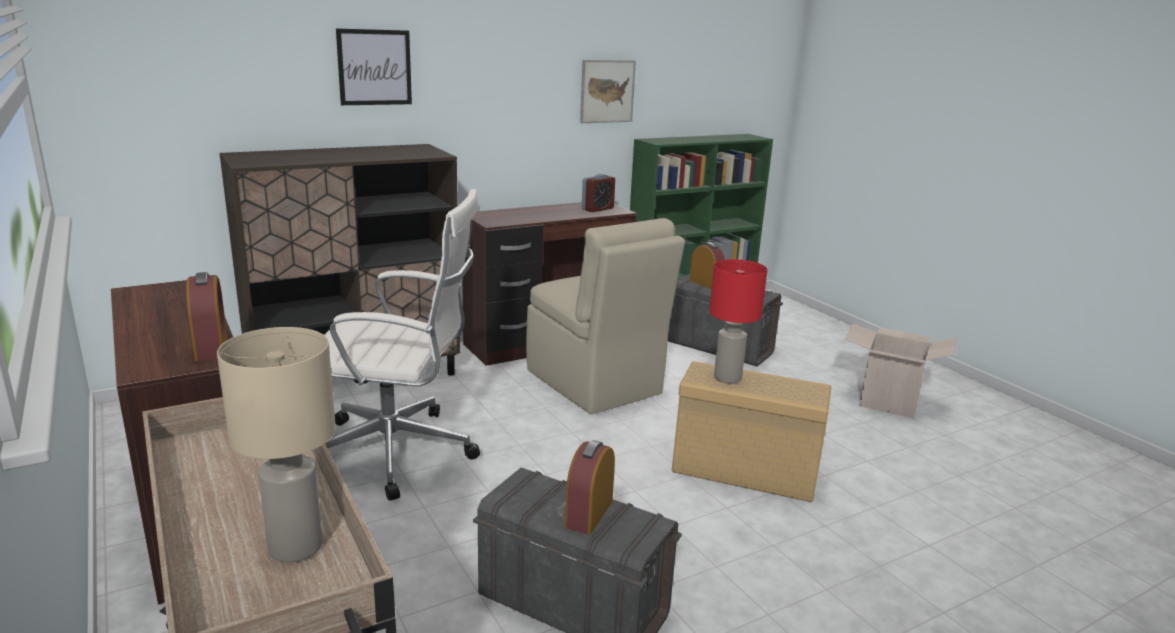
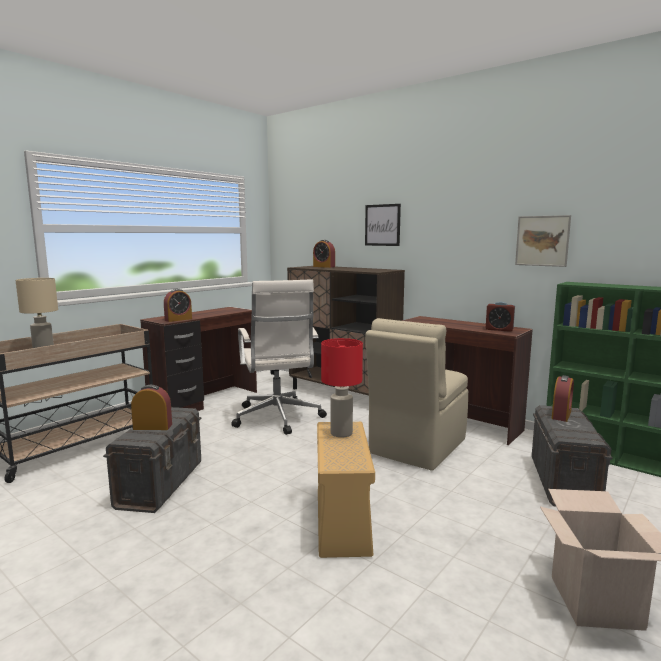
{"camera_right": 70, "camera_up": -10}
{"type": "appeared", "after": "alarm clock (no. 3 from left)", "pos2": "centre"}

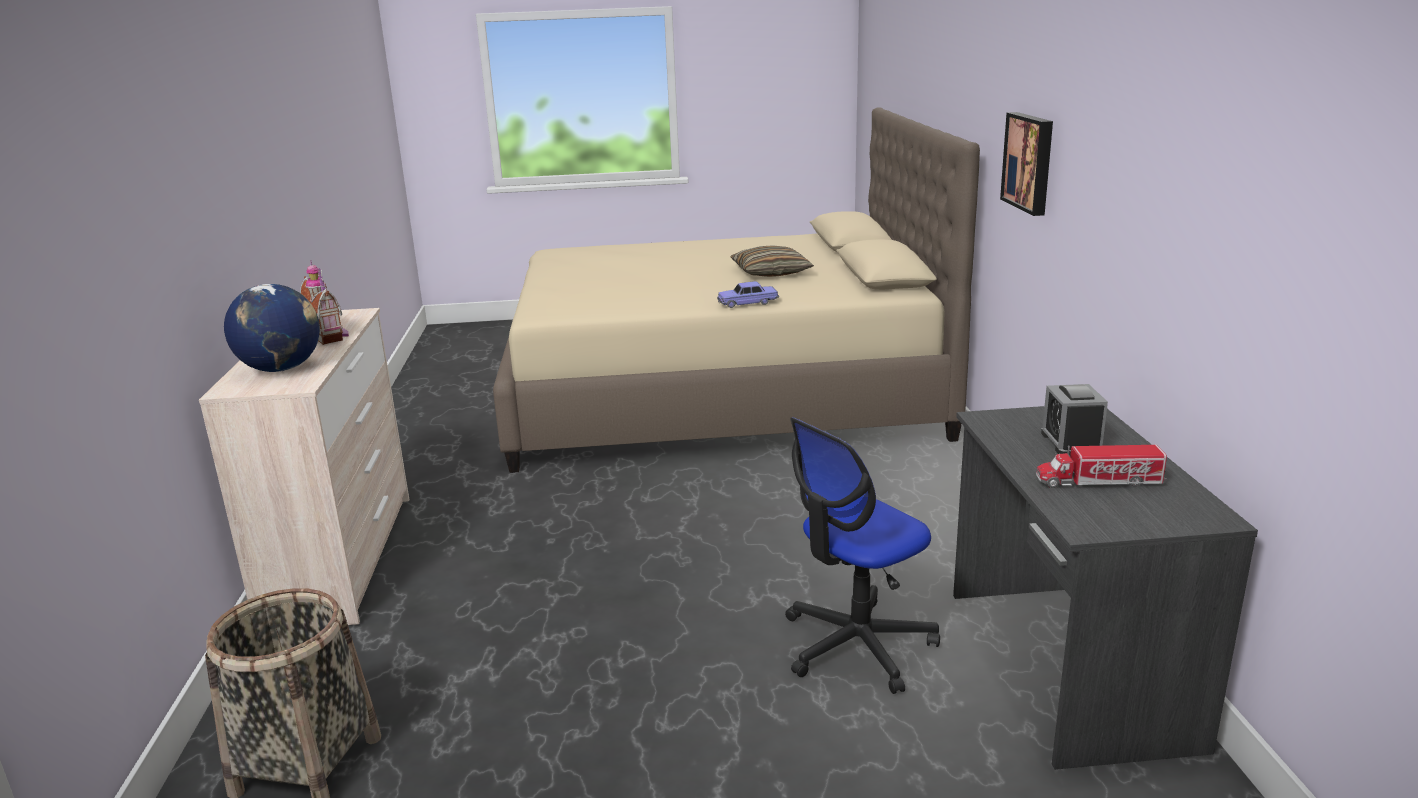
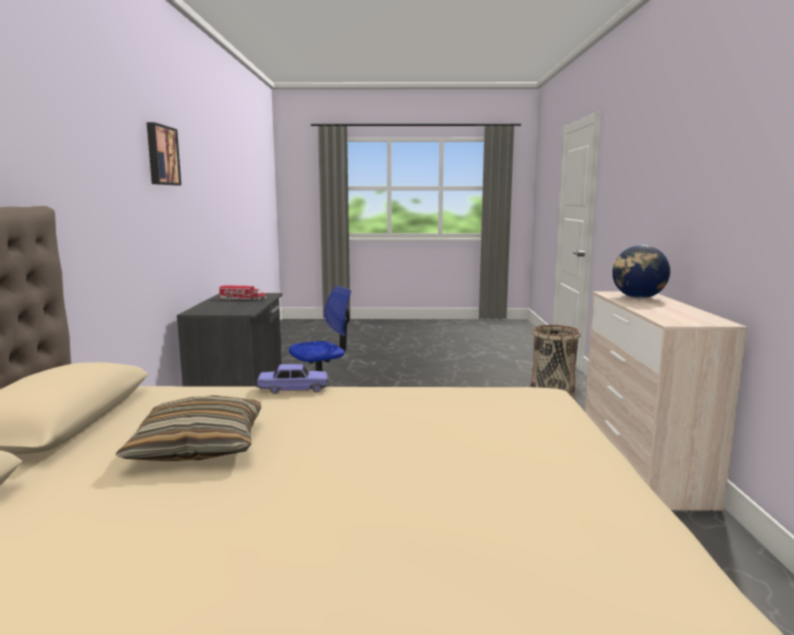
{"camera_right": -175, "camera_up": -10}
{"type": "relocated", "before": "picture", "pos1": "top right", "pos2": "top left"}
{"type": "missing", "before": "toy house", "pos1": "middle left"}
{"type": "missing", "before": "alarm clock", "pos1": "middle right"}

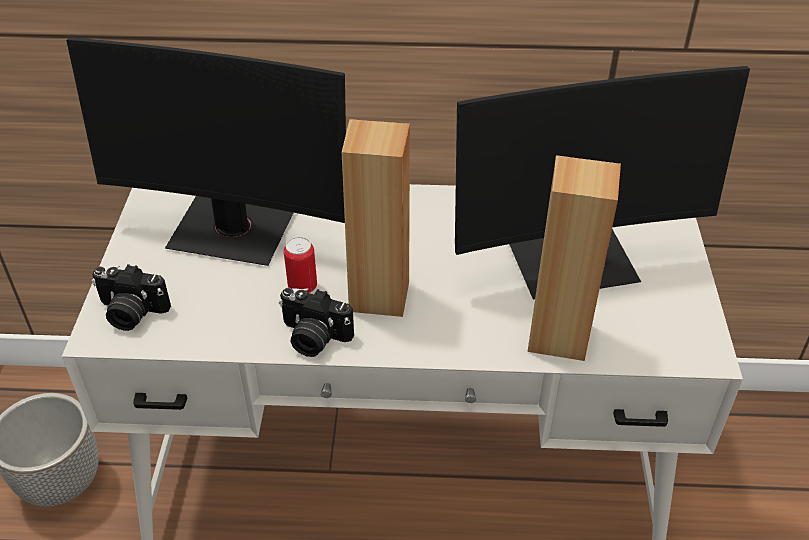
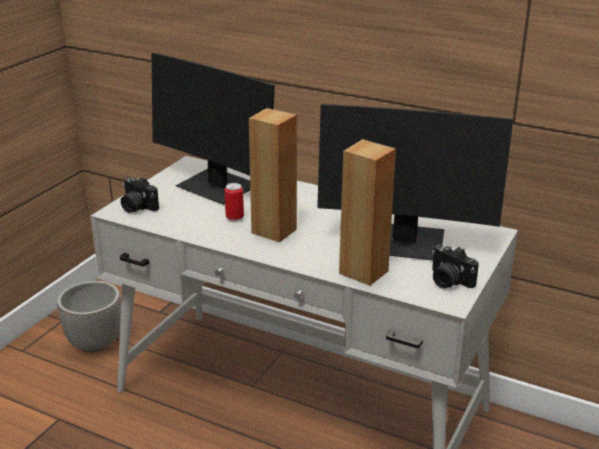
{"camera_right": 25, "camera_up": -15}
{"type": "relocated", "before": "photo camera (no. 2 from left)", "pos1": "centre", "pos2": "middle right"}

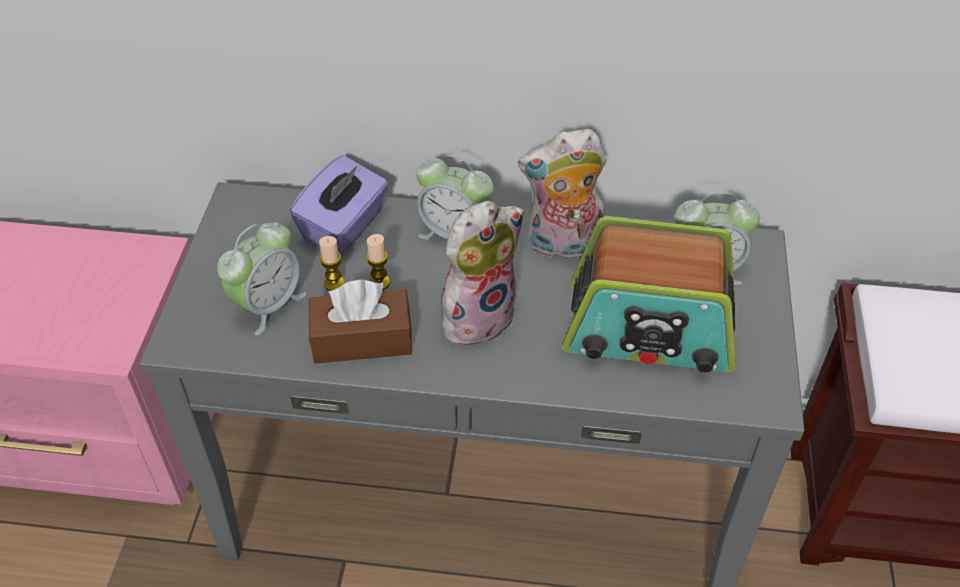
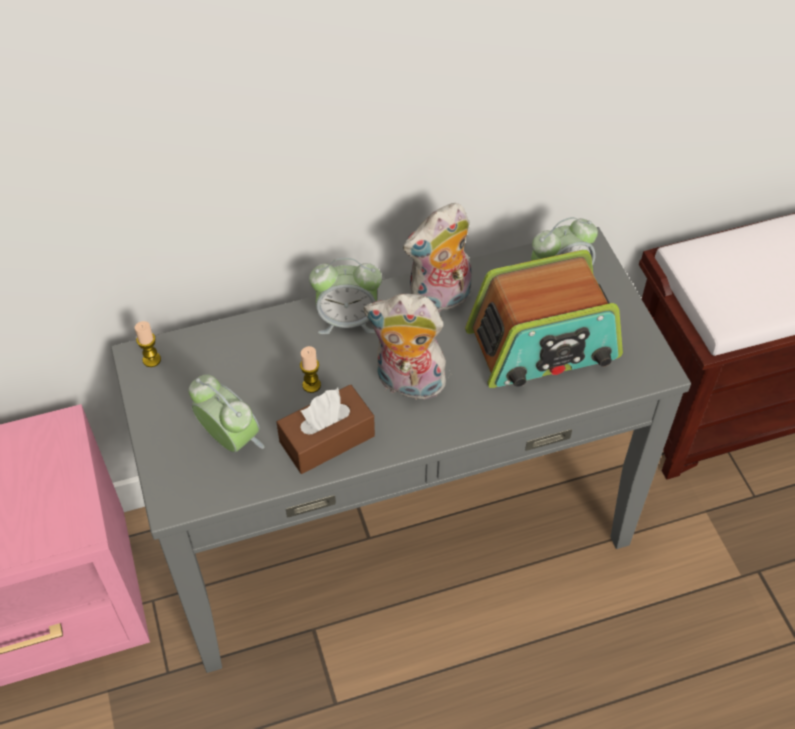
{"camera_right": -25, "camera_up": 5}
{"type": "relocated", "before": "candle (no. 1 from left)", "pos1": "centre", "pos2": "middle left"}
{"type": "spun", "before": "alarm clock (no. 1 from left)", "pos1": "middle left", "pos2": "middle left", "turn": -60}
{"type": "spun", "before": "plush toy (no. 1 from left)", "pos1": "centre", "pos2": "centre", "turn": -105}
{"type": "missing", "before": "tissue box/purple", "pos1": "centre"}

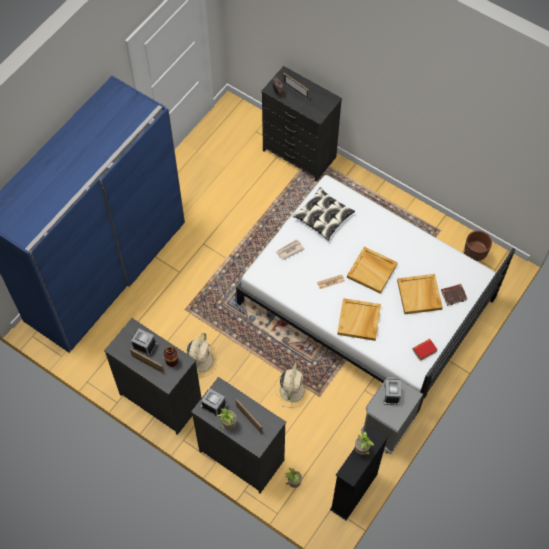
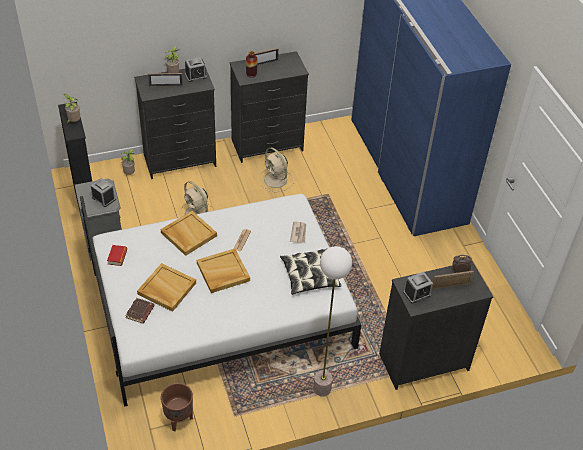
{"camera_right": 125, "camera_up": -15}
{"type": "appeared", "after": "floor lamp", "pos2": "bottom centre"}
{"type": "relocated", "before": "alarm clock (no. 1 from left in the first image)", "after": "alarm clock (no. 3 from left)", "pos1": "middle left", "pos2": "middle right"}

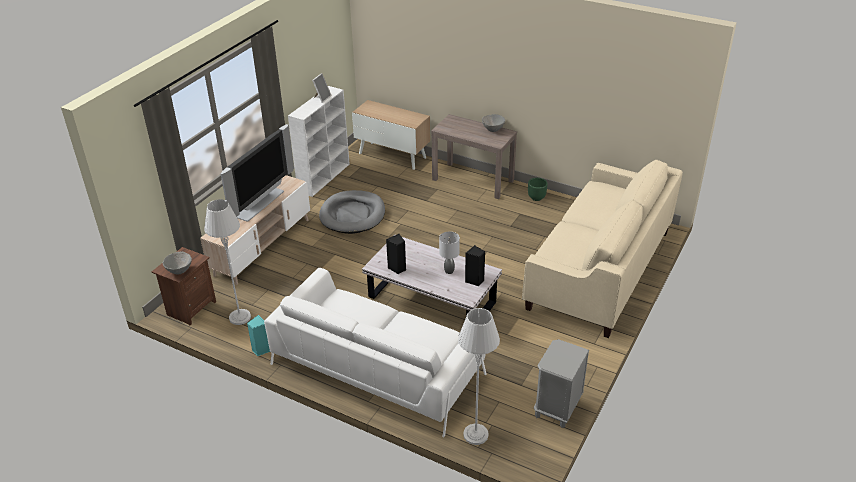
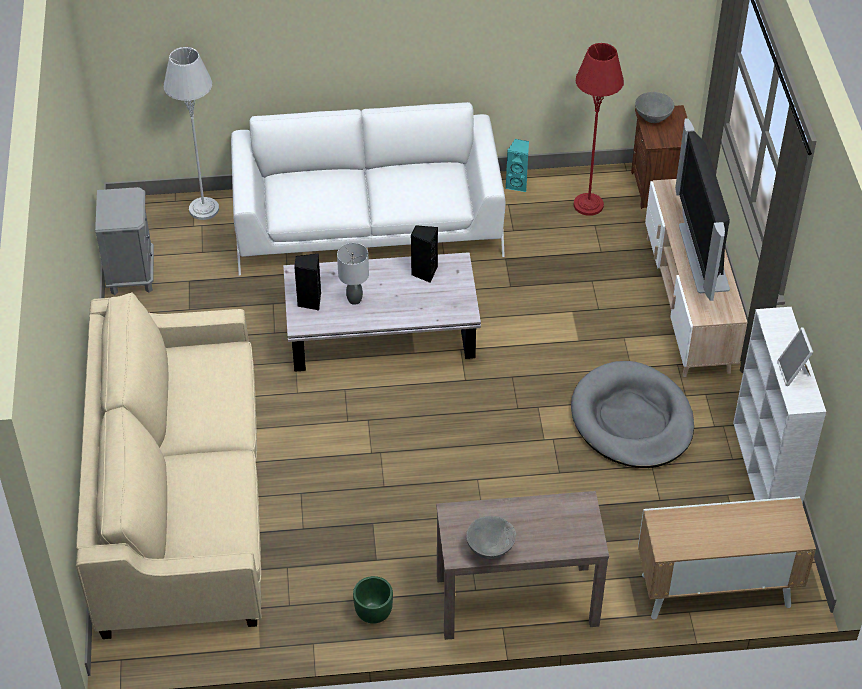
{"camera_right": 145, "camera_up": 10}
{"type": "colour", "before": "floor lamp/grey (no. 1 from left)", "after": "floor lamp/red", "pos1": "middle left", "pos2": "top right"}

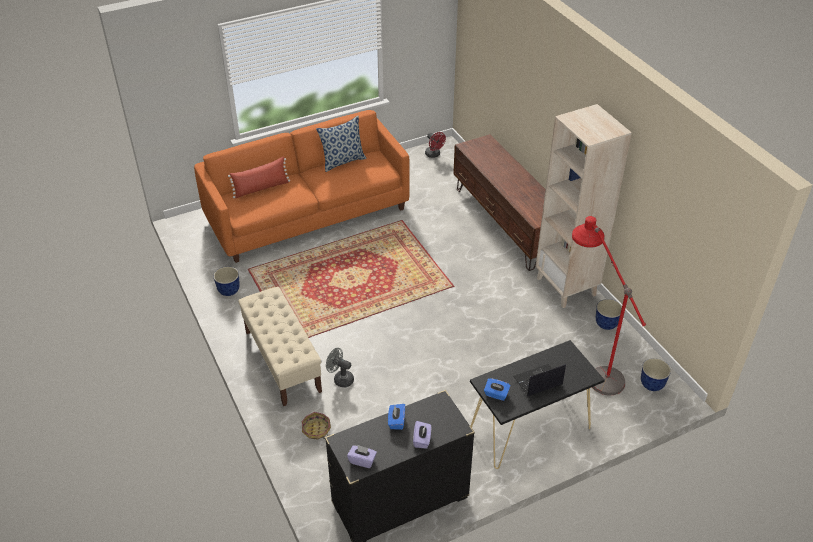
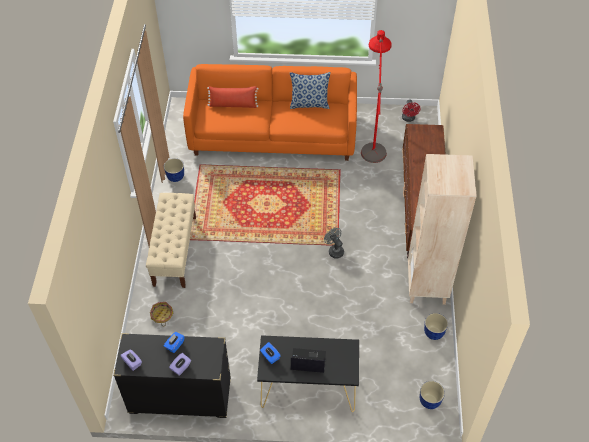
{"camera_right": 30, "camera_up": 10}
{"type": "relocated", "before": "fan/grey", "pos1": "bottom centre", "pos2": "centre"}
{"type": "relocated", "before": "floor lamp/red", "pos1": "middle right", "pos2": "top centre"}

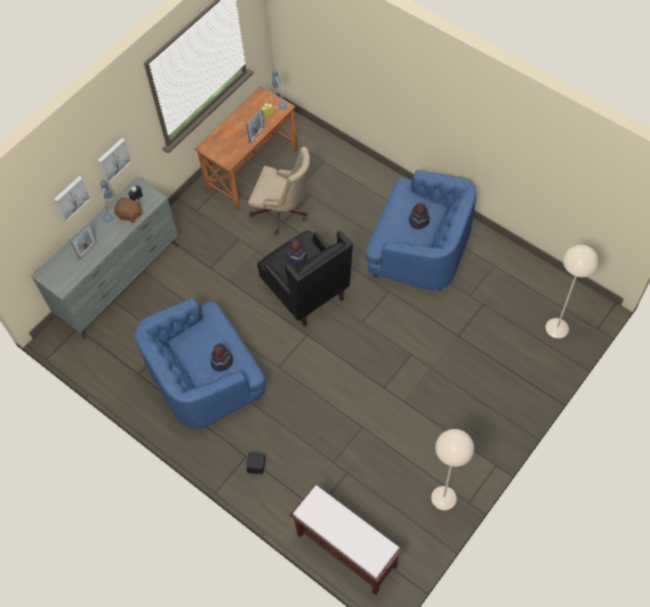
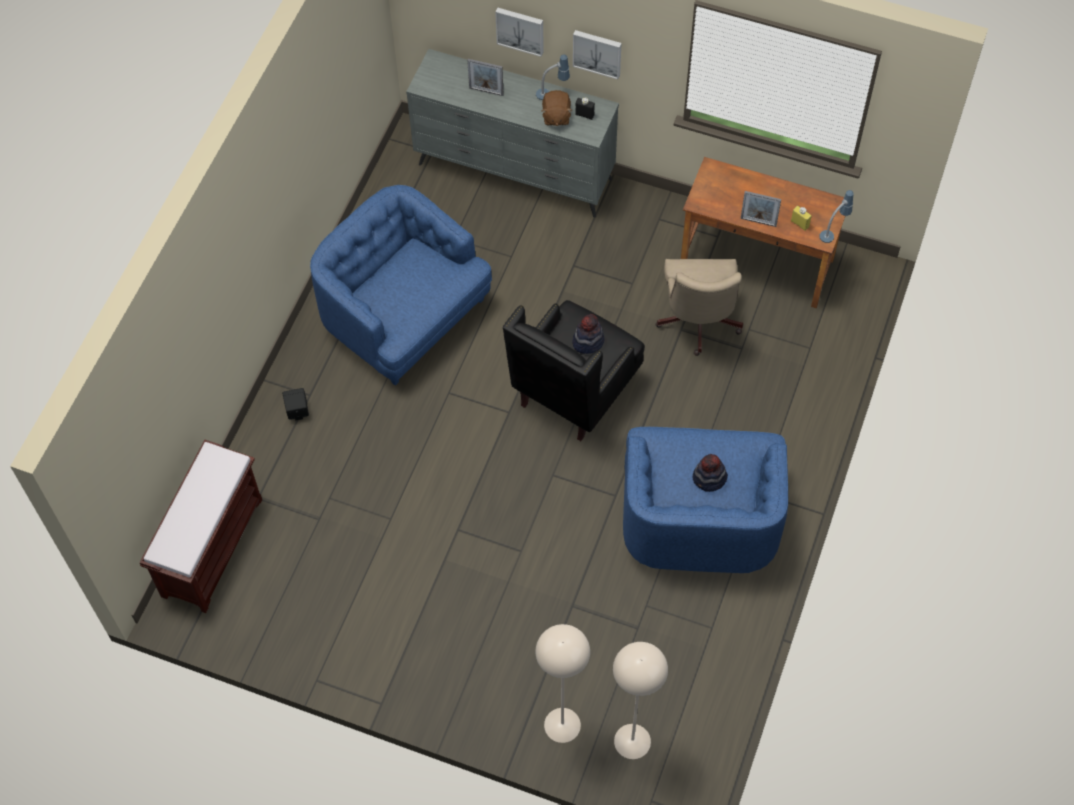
{"camera_right": 70, "camera_up": 0}
{"type": "relocated", "before": "floor lamp/beige (no. 1 from left)", "pos1": "bottom right", "pos2": "bottom centre"}
{"type": "missing", "before": "hat (no. 1 from left)", "pos1": "centre"}

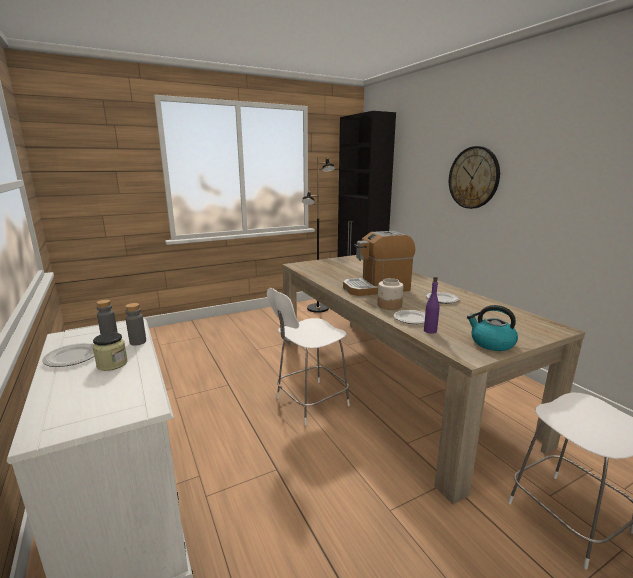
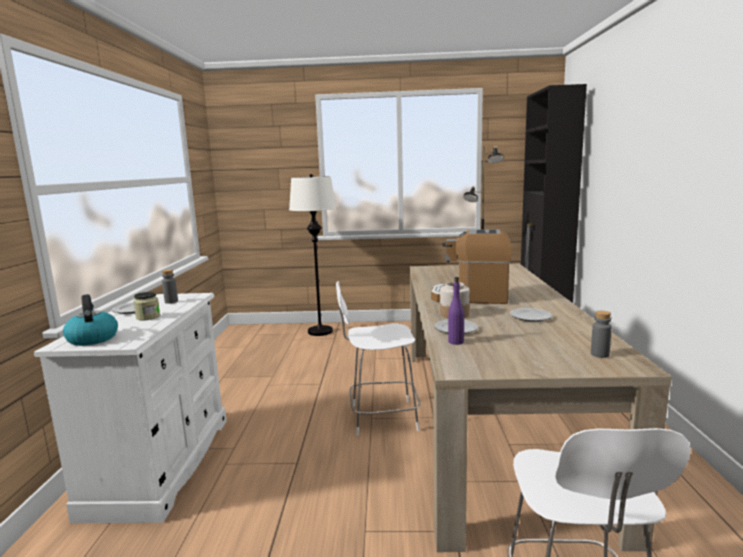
{"camera_right": 30, "camera_up": -5}
{"type": "relocated", "before": "kettle", "pos1": "middle right", "pos2": "middle left"}
{"type": "appeared", "after": "floor lamp/white", "pos2": "centre"}
{"type": "relocated", "before": "bottle/grey (no. 2 from left)", "pos1": "middle left", "pos2": "middle right"}
{"type": "missing", "before": "wall clock", "pos1": "top right"}

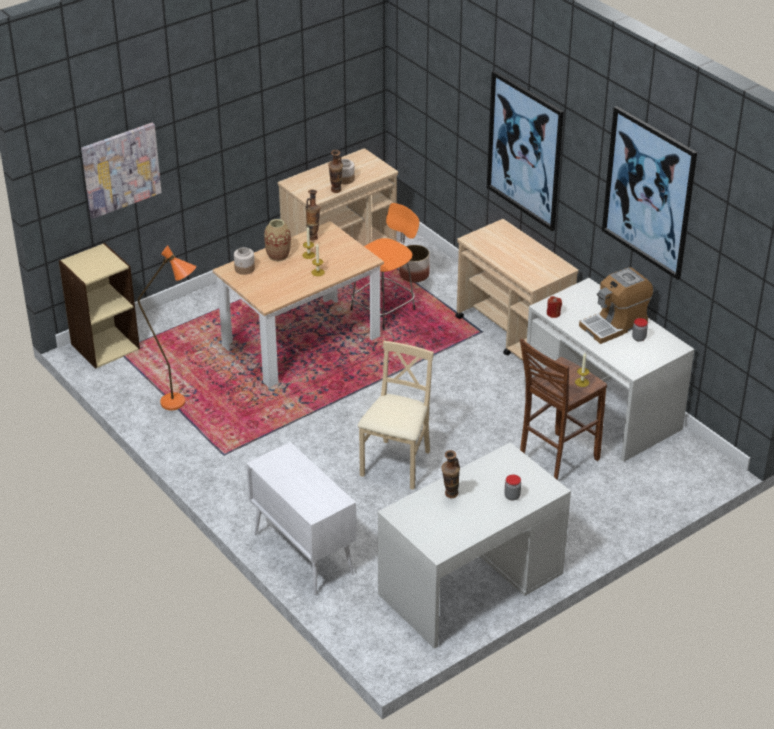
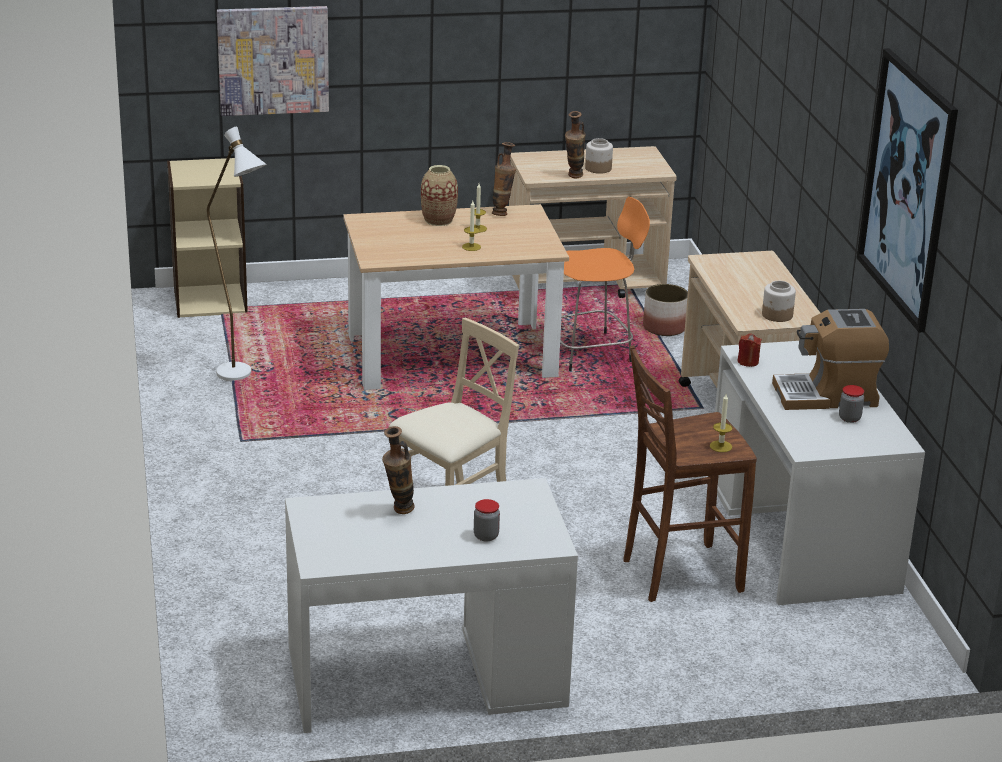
{"camera_right": 25, "camera_up": -10}
{"type": "colour", "before": "floor lamp/orange", "after": "floor lamp/white", "pos1": "middle left", "pos2": "middle left"}
{"type": "relocated", "before": "jar (no. 1 from left in the first image)", "after": "jar (no. 3 from left)", "pos1": "middle left", "pos2": "middle right"}
{"type": "missing", "before": "cabinet/white", "pos1": "bottom centre"}
{"type": "missing", "before": "picture (no. 2 from left)", "pos1": "top right"}

